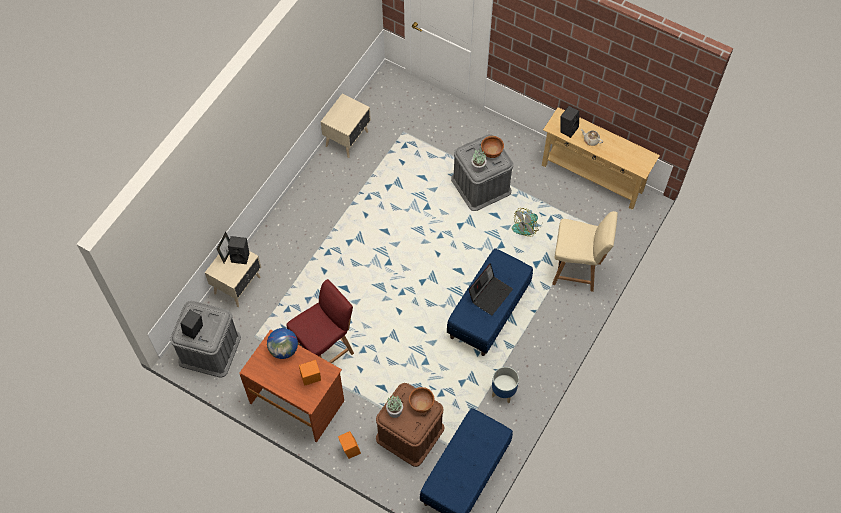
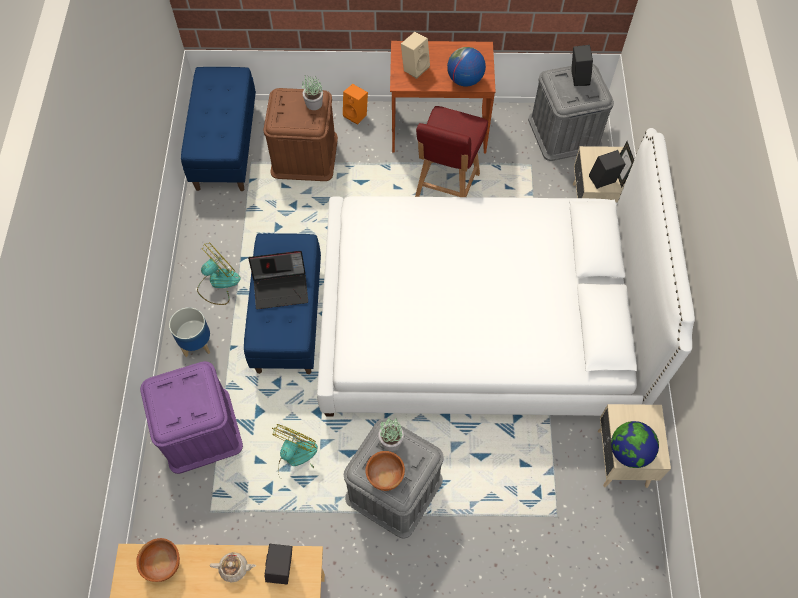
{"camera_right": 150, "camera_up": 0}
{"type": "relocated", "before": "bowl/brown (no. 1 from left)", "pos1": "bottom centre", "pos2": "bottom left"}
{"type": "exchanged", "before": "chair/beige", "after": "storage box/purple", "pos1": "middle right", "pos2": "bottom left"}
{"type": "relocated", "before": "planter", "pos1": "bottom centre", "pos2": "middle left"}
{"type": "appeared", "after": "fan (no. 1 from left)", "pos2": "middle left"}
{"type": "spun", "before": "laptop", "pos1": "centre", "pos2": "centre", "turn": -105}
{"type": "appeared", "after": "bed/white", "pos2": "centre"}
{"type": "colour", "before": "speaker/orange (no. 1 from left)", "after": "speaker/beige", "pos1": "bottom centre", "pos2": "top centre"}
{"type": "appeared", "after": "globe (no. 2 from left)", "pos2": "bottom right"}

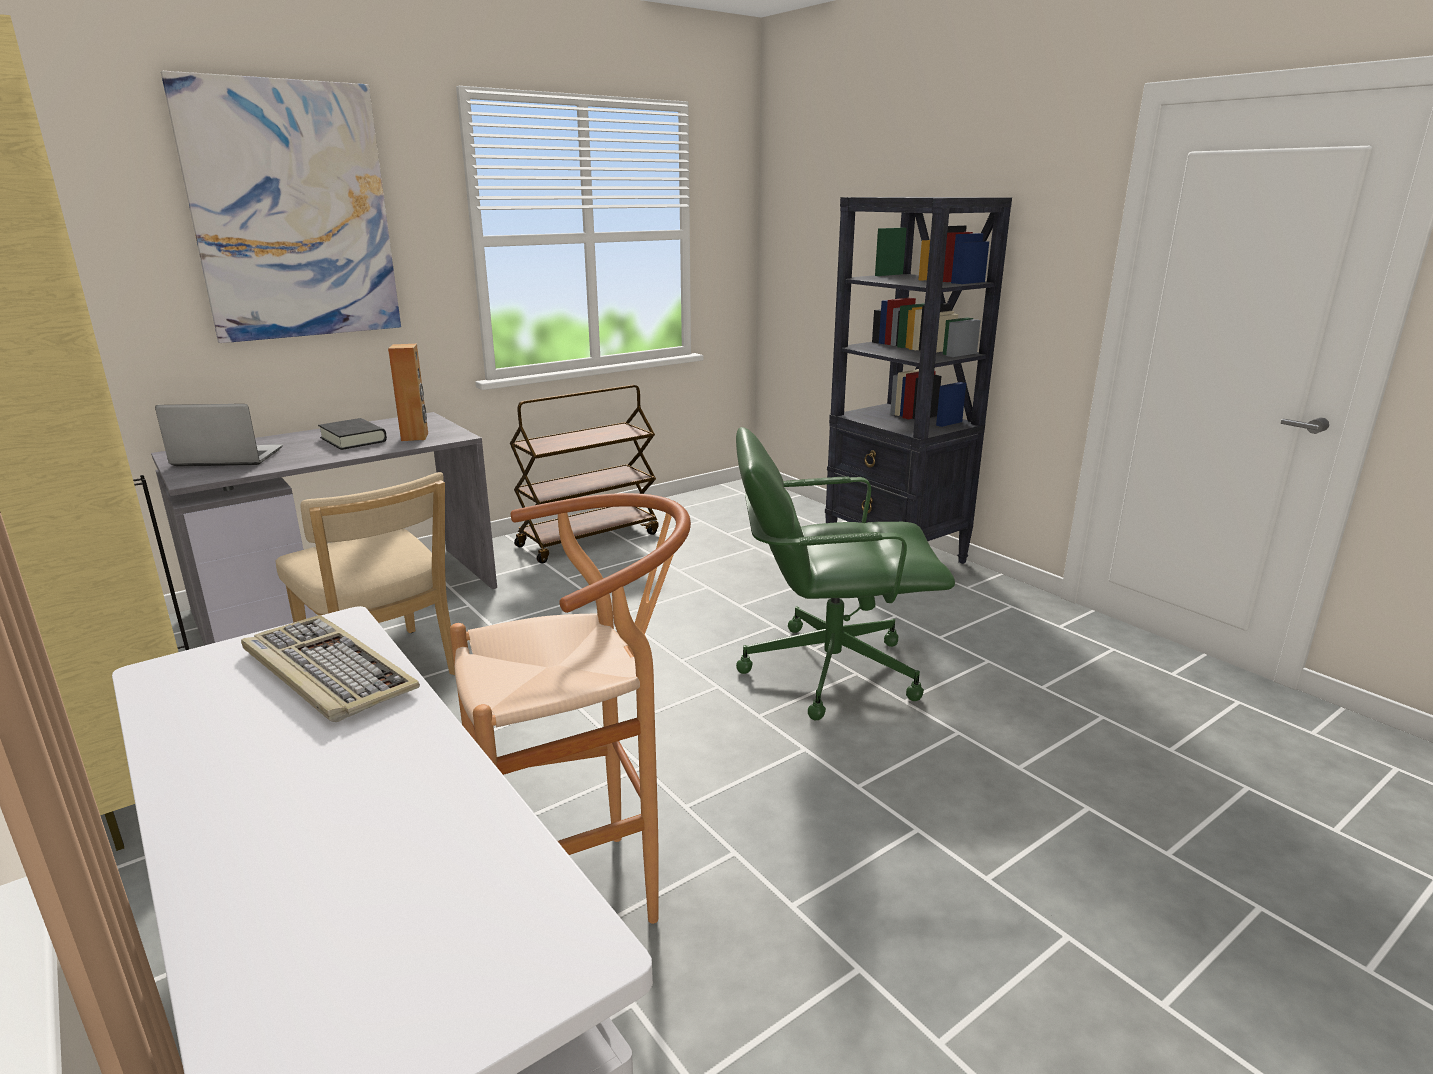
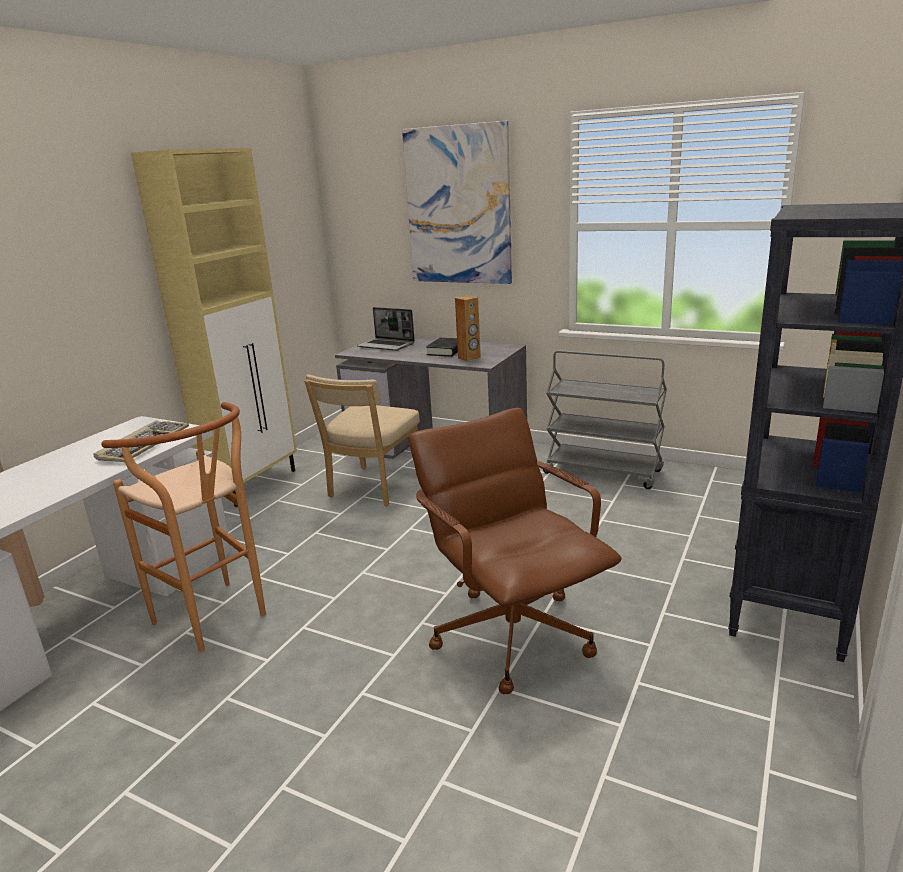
{"camera_right": 65, "camera_up": 0}
{"type": "spun", "before": "laptop", "pos1": "middle left", "pos2": "centre", "turn": 150}
{"type": "colour", "before": "office chair/green", "after": "office chair/brown", "pos1": "centre", "pos2": "centre"}
{"type": "colour", "before": "cart/brown", "after": "cart/grey", "pos1": "centre", "pos2": "middle right"}

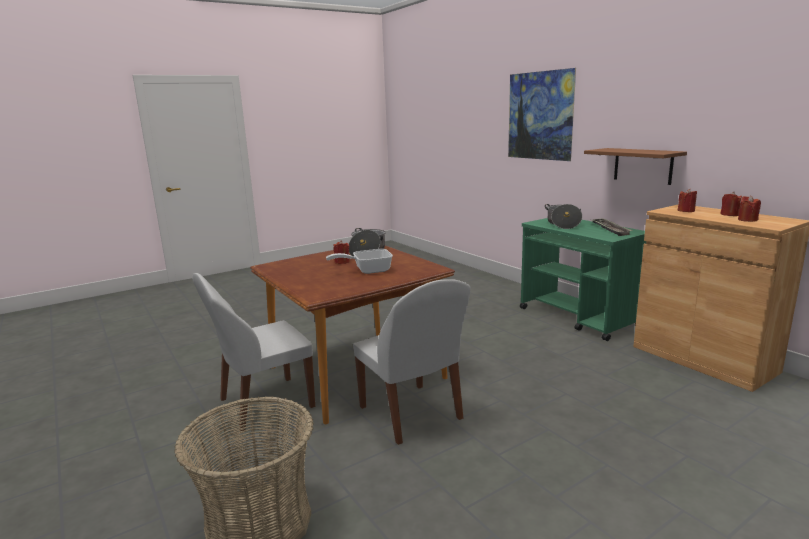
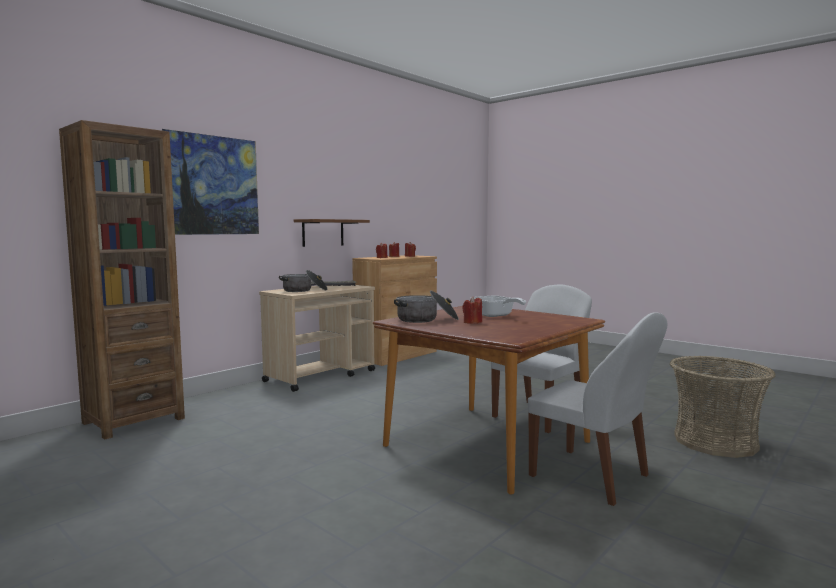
{"camera_right": -105, "camera_up": -10}
{"type": "appeared", "after": "bookcase/brown", "pos2": "middle left"}
{"type": "colour", "before": "cart/green", "after": "cart/beige", "pos1": "middle right", "pos2": "centre"}

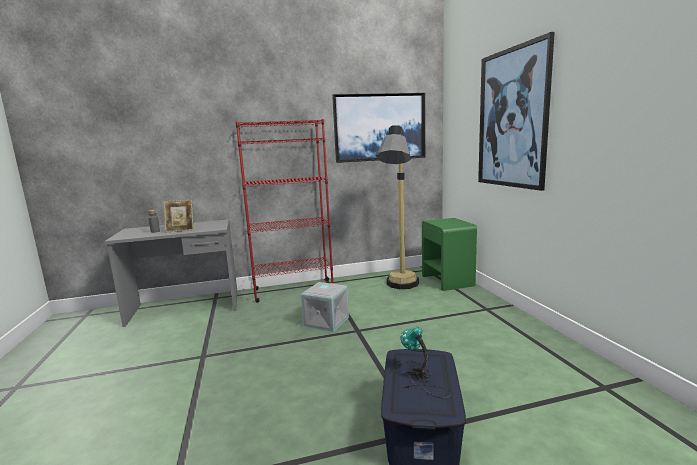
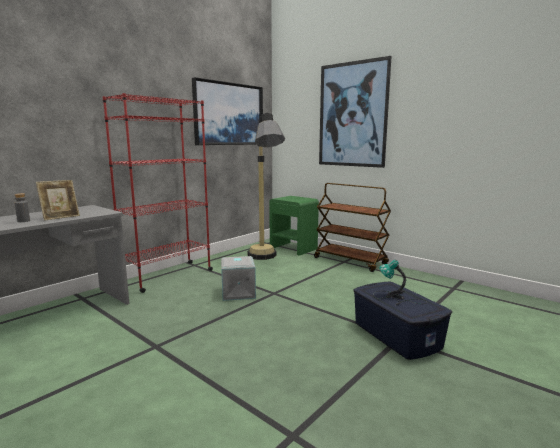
{"camera_right": -35, "camera_up": 0}
{"type": "appeared", "after": "cart/brown", "pos2": "centre"}

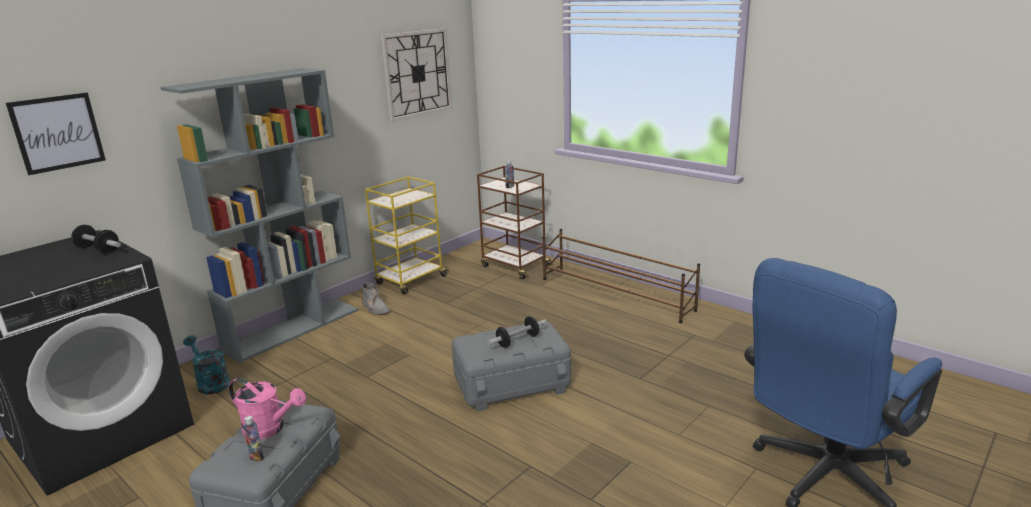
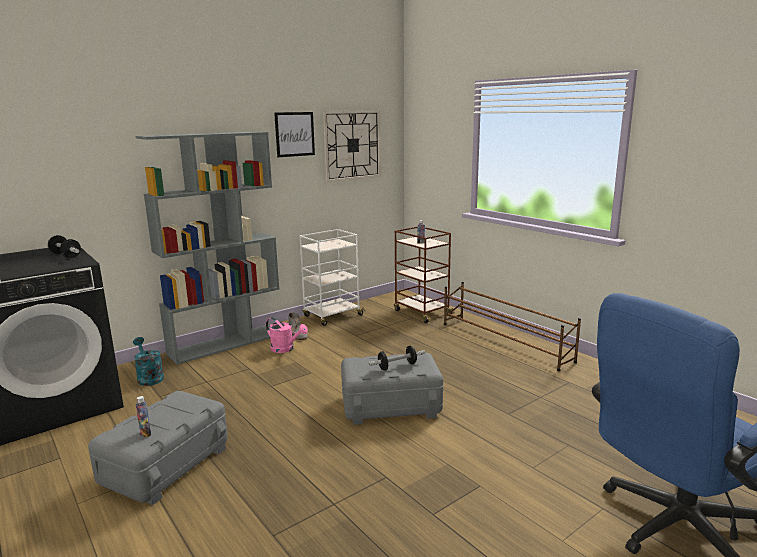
{"camera_right": 10, "camera_up": -5}
{"type": "relocated", "before": "watering can/pink", "pos1": "bottom left", "pos2": "centre"}
{"type": "relocated", "before": "picture", "pos1": "top left", "pos2": "top centre"}
{"type": "colour", "before": "cart/yellow", "after": "cart/white", "pos1": "centre", "pos2": "centre"}

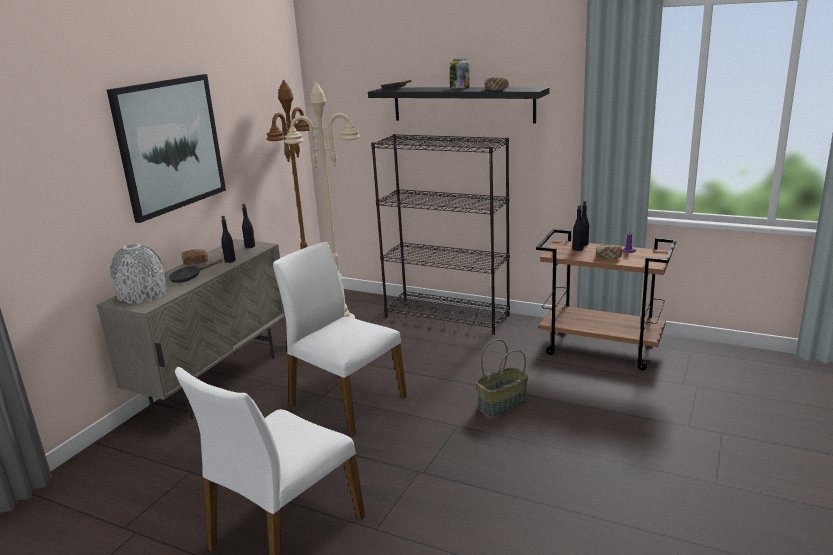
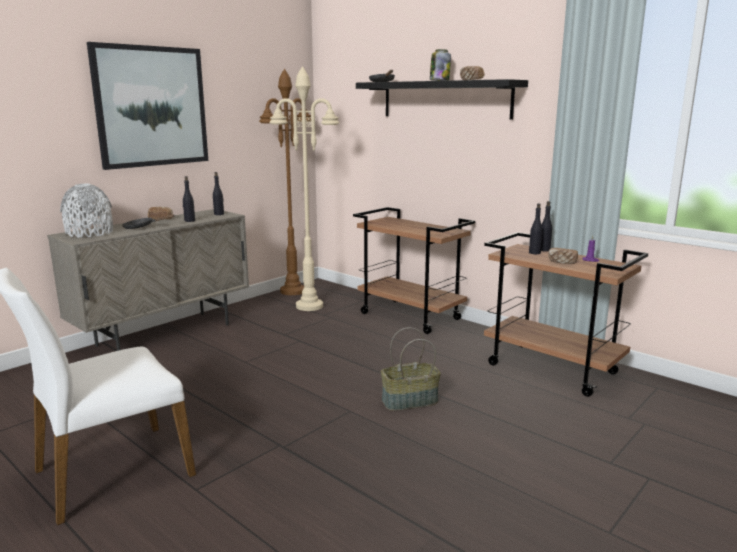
{"camera_right": 15, "camera_up": -5}
{"type": "exchanged", "before": "bookcase/black", "after": "cart/brown (no. 1 from left)", "pos1": "centre", "pos2": "centre"}
{"type": "missing", "before": "chair/white (no. 2 from left)", "pos1": "centre"}

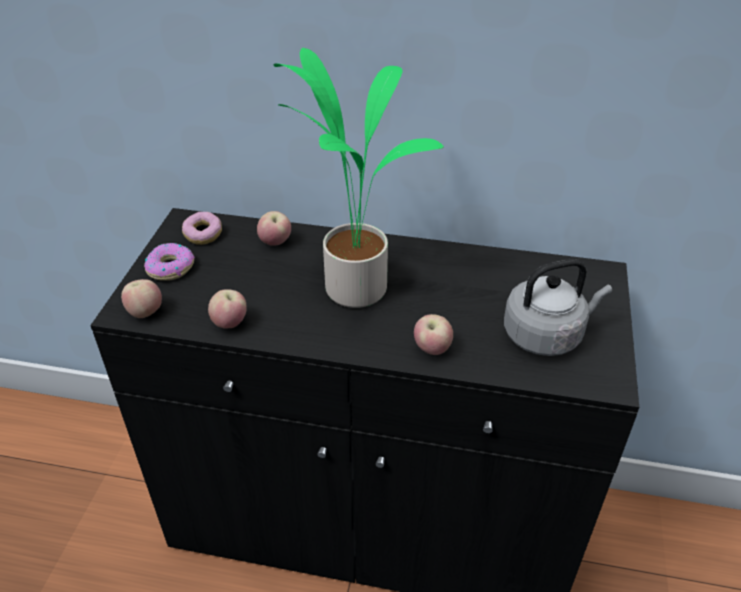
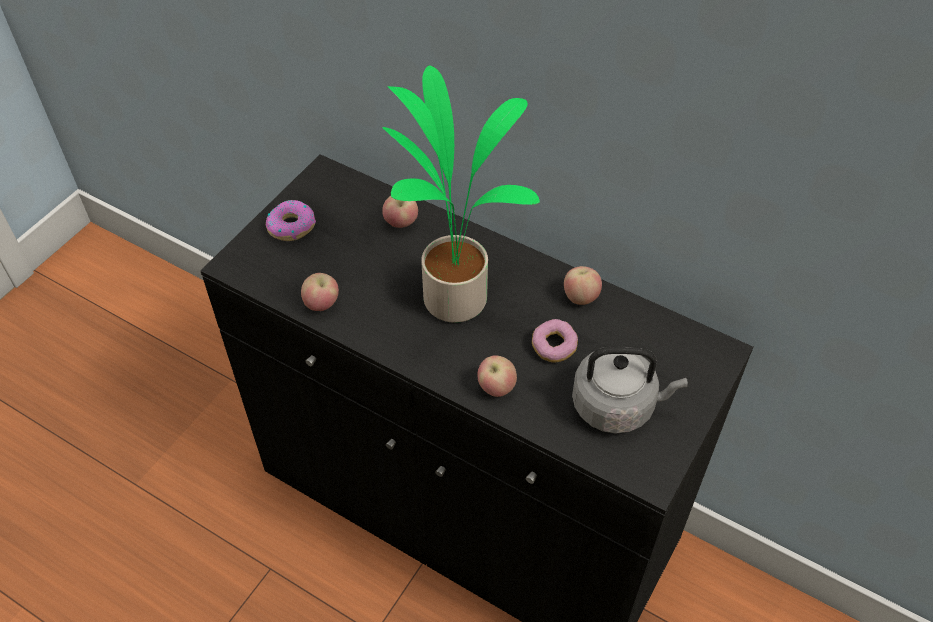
{"camera_right": 20, "camera_up": 10}
{"type": "relocated", "before": "donut (no. 2 from left)", "pos1": "middle left", "pos2": "centre"}
{"type": "relocated", "before": "apple (no. 1 from left in the first image)", "after": "apple (no. 4 from left)", "pos1": "middle left", "pos2": "centre"}

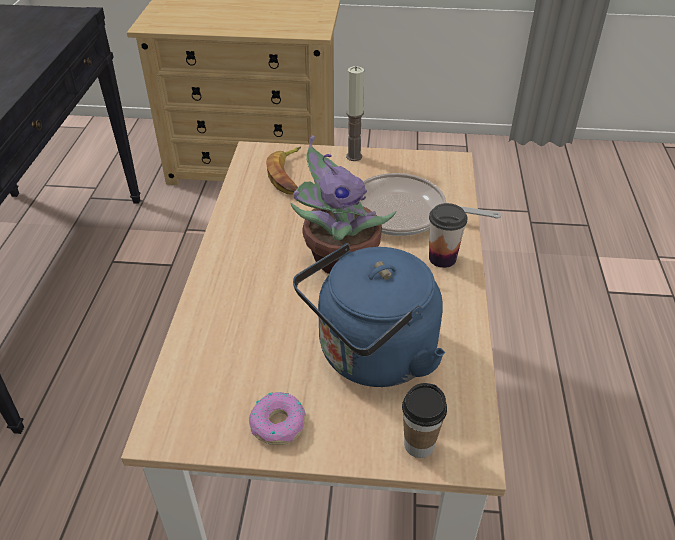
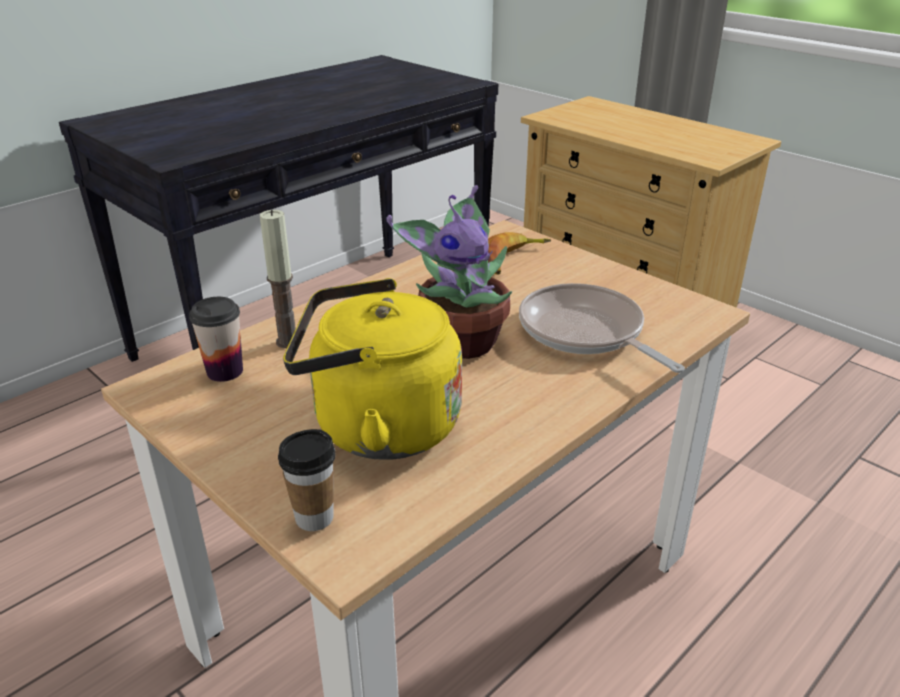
{"camera_right": 40, "camera_up": -10}
{"type": "relocated", "before": "cup (no. 2 from left in the first image)", "after": "cup (no. 1 from left)", "pos1": "centre", "pos2": "middle left"}
{"type": "relocated", "before": "candle", "pos1": "top centre", "pos2": "middle left"}
{"type": "colour", "before": "kettle/blue", "after": "kettle/yellow", "pos1": "centre", "pos2": "centre"}
{"type": "missing", "before": "donut", "pos1": "bottom centre"}

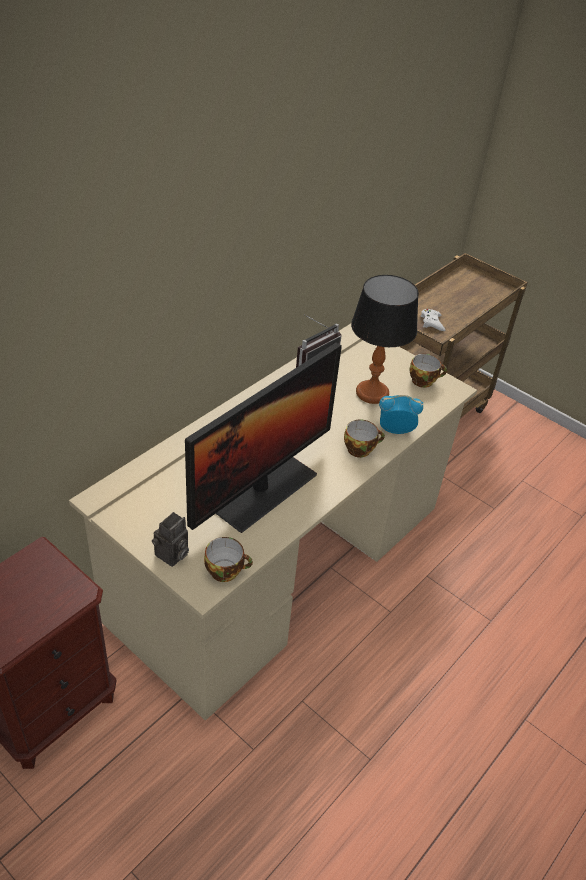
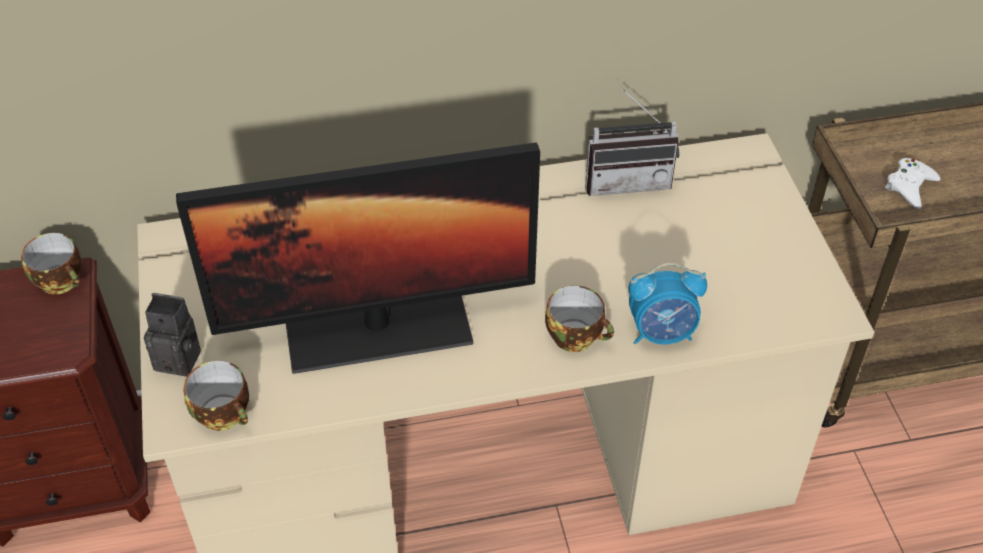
{"camera_right": 40, "camera_up": 5}
{"type": "relocated", "before": "cup (no. 3 from left in the first image)", "after": "cup (no. 1 from left)", "pos1": "middle right", "pos2": "middle left"}
{"type": "spun", "before": "photo camera", "pos1": "middle left", "pos2": "middle left", "turn": -150}
{"type": "spun", "before": "alarm clock", "pos1": "middle right", "pos2": "middle right", "turn": 135}
{"type": "missing", "before": "table lamp", "pos1": "centre"}

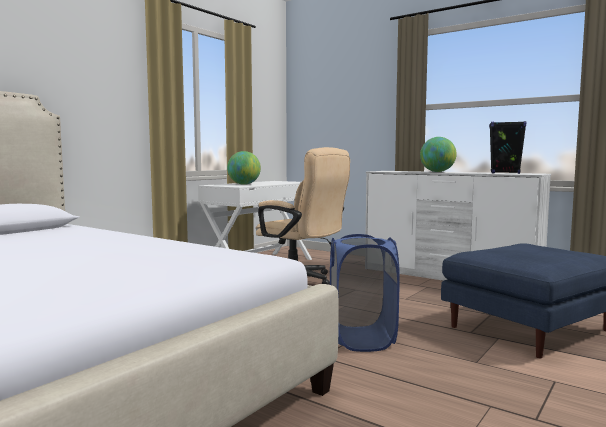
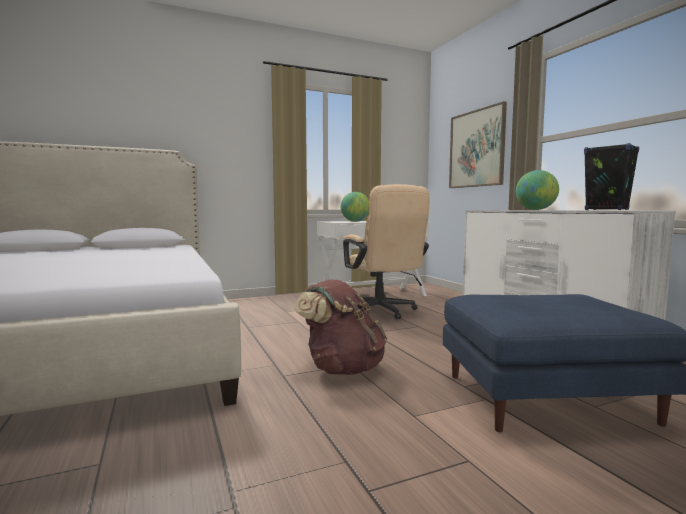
{"camera_right": 30, "camera_up": 0}
{"type": "exchanged", "before": "laundry basket/blue", "after": "backpack/brown", "pos1": "bottom centre", "pos2": "centre"}
{"type": "appeared", "after": "picture", "pos2": "top right"}

